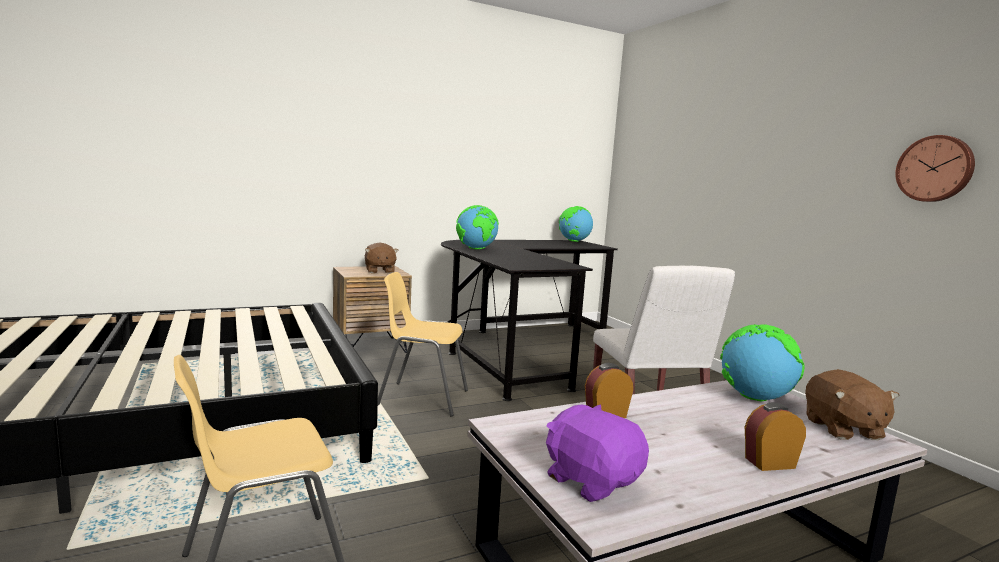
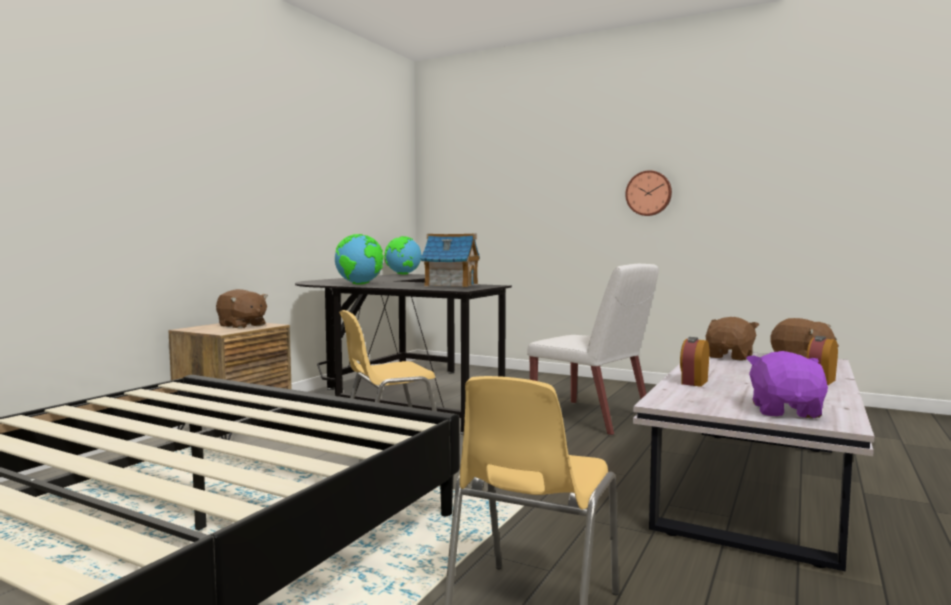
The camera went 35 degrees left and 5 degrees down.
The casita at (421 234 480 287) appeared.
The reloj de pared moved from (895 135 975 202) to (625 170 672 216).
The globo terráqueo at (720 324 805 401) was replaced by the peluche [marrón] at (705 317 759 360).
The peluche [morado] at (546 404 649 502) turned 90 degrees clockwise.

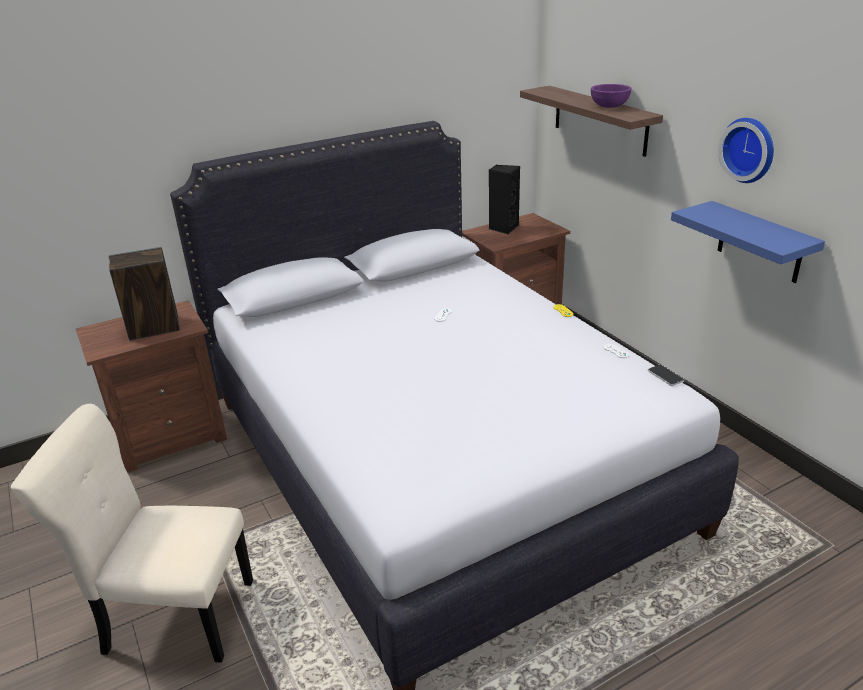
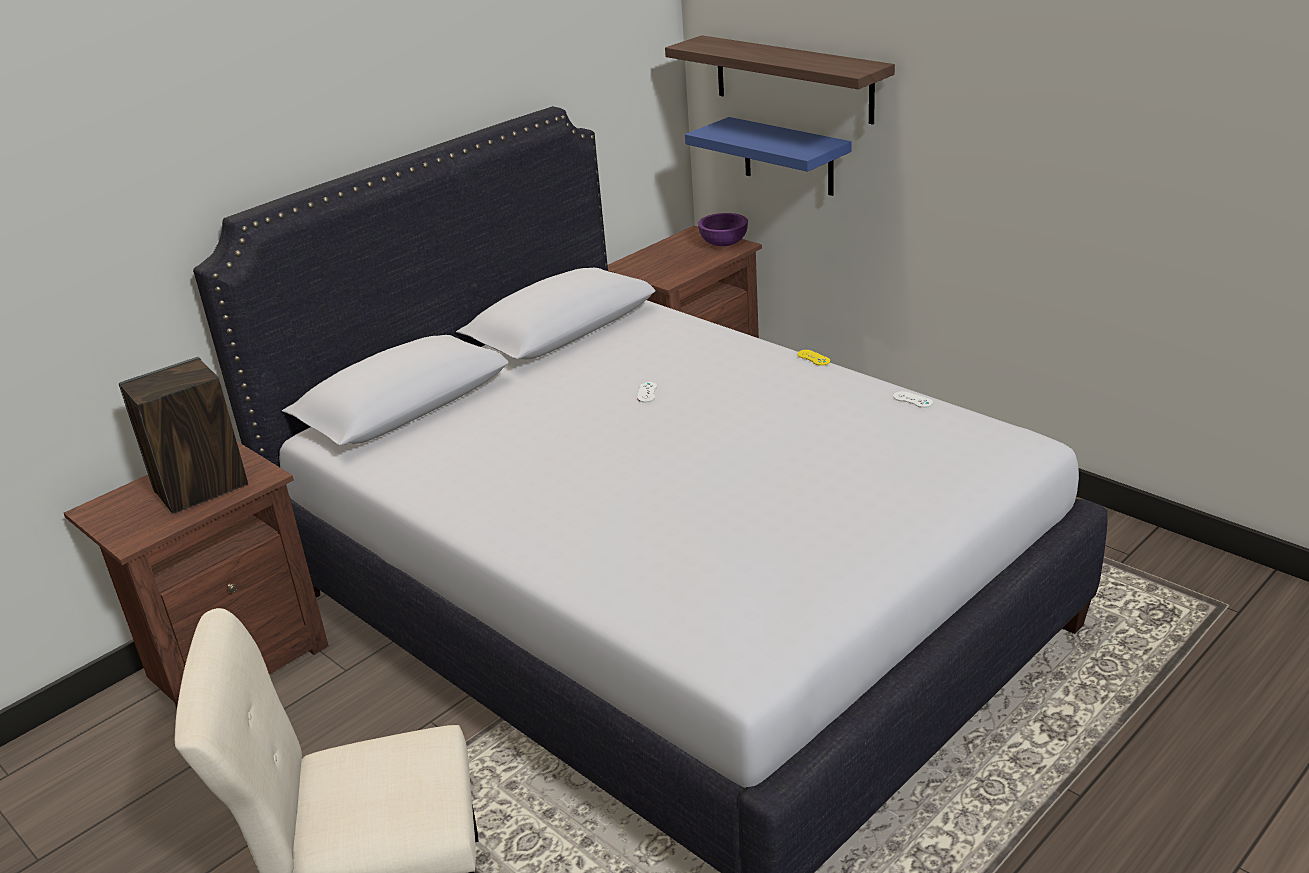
The camera went 15 degrees left and 0 degrees up.
The estante [azul] moved from (671 201 825 283) to (685 117 851 196).
The cuenco [morado] moved from (591 84 632 108) to (698 213 748 246).
The altavoz [negro] at (489 165 520 234) disappeared.
The móvil at (648 364 685 386) disappeared.
The reloj de pared at (718 118 774 183) disappeared.

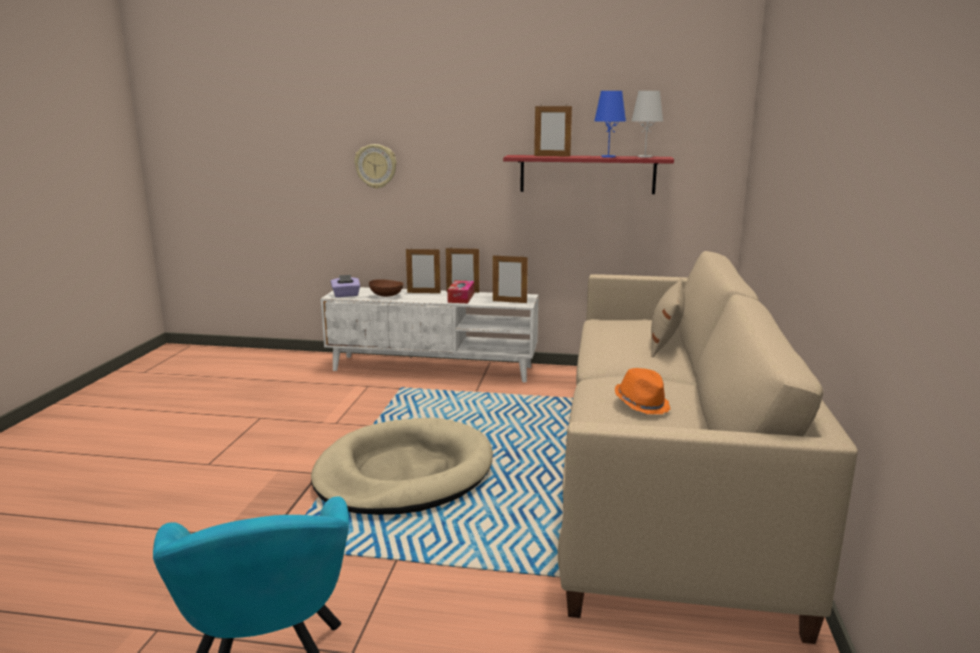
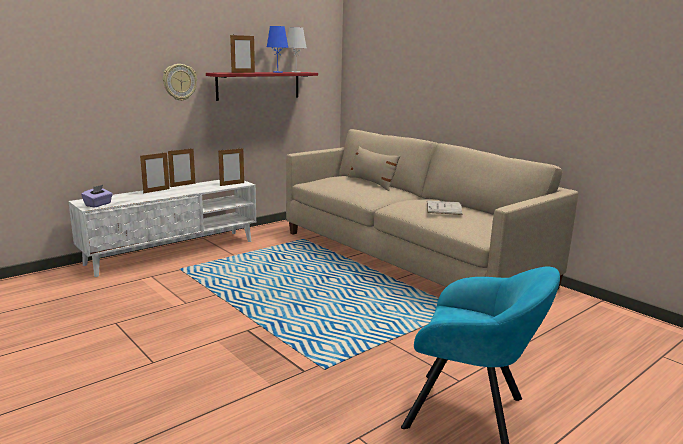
The camera went 50 degrees left and 0 degrees up.
The reloj de pared moved from (354 144 397 189) to (163 64 197 101).
The sombrero [naranja] at (615 368 670 414) was replaced by the libro [blanco] at (427 200 463 215).
The cama para perro [beis] at (311 418 493 515) disappeared.
The cuenco [marrón] at (369 279 404 297) disappeared.
The caja de pañuelos at (447 280 474 303) disappeared.

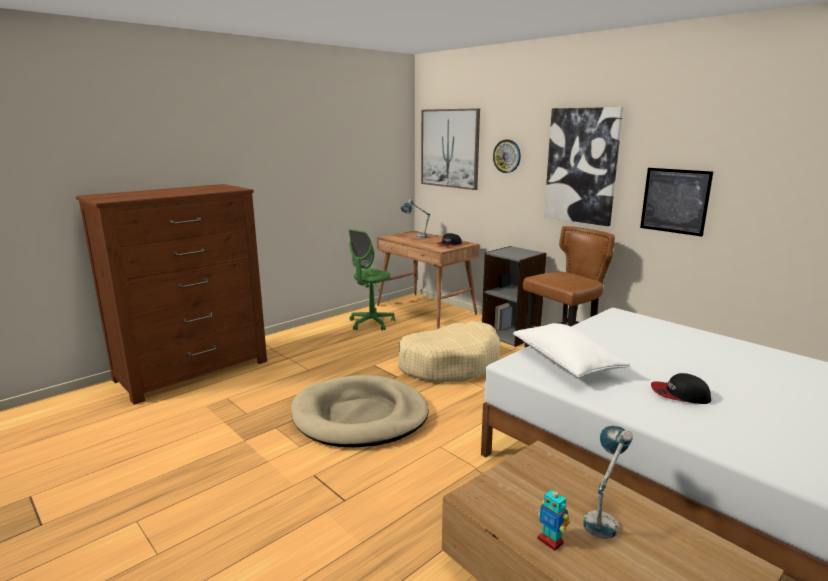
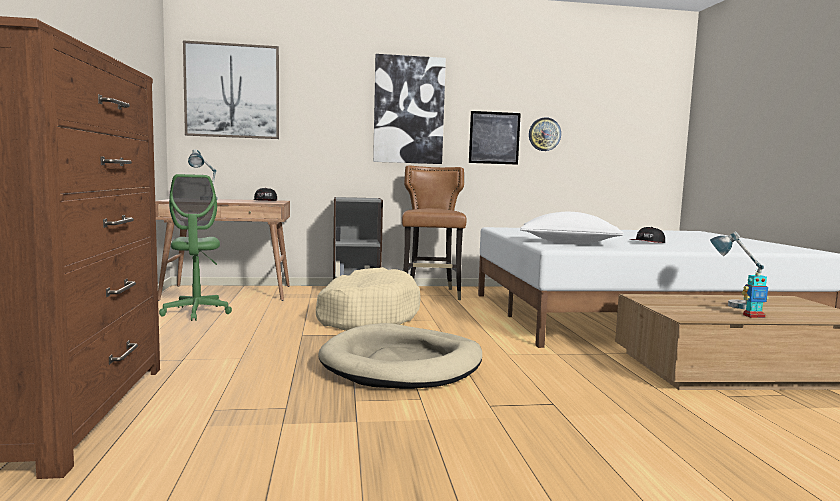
The camera went 55 degrees left and 10 degrees down.
The reloj de pared moved from (493 140 521 173) to (529 117 561 151).

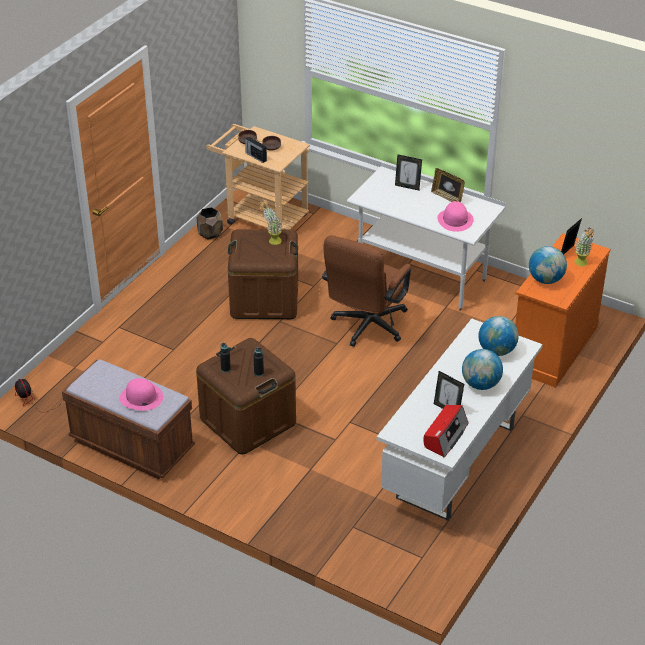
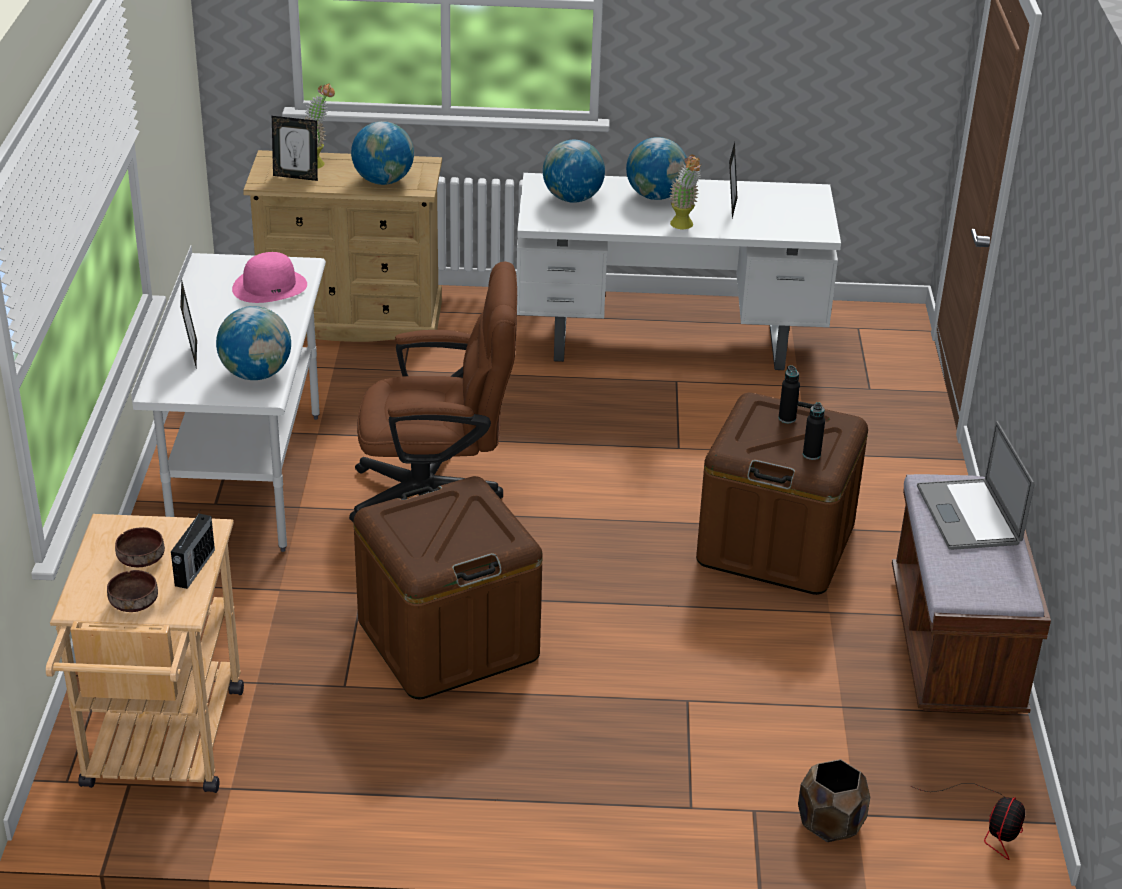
The camera went 120 degrees left and 5 degrees down.
The globo terráqueo at (216 306 291 380) appeared.
The cómoda [naranja] at (515 233 611 388) became the cómoda [beis] at (243 150 442 342).
The planta en maceta moved from (259 200 282 245) to (669 154 702 229).
The maceta [marrón] moved from (196 207 223 240) to (798 759 870 842).
The sombrero [rosa] at (120 378 163 411) was replaced by the portátil at (917 421 1034 550).
The radio at (423 405 469 458) disappeared.
The portarretratos at (431 168 465 202) disappeared.

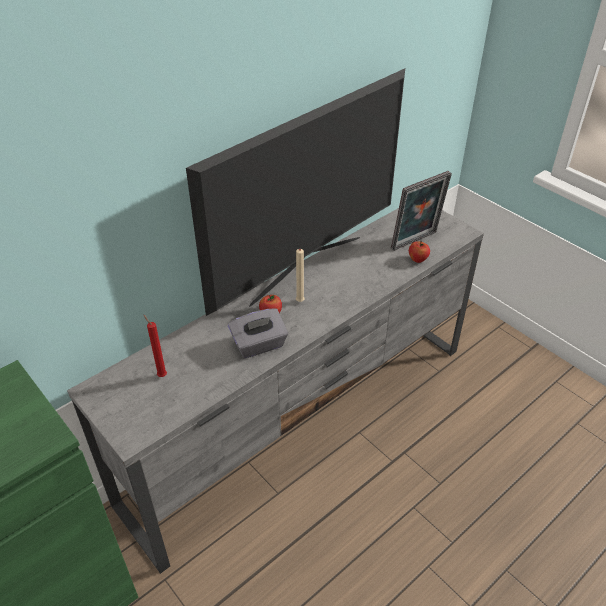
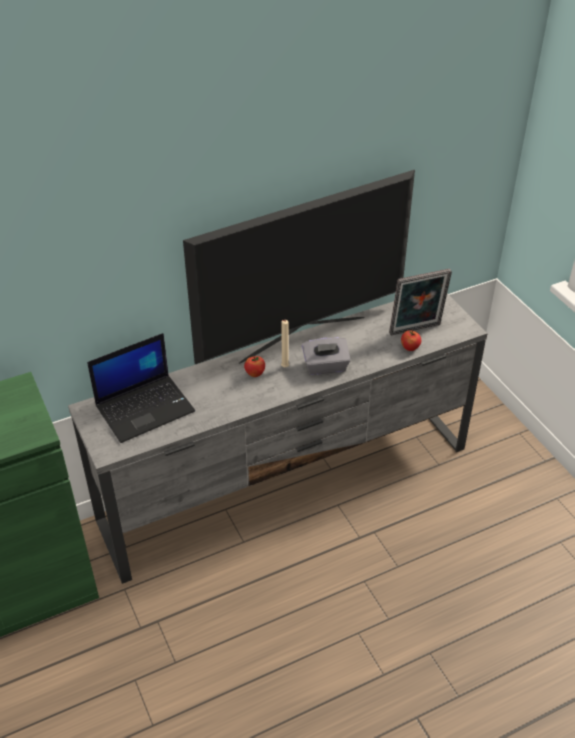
The camera went 15 degrees right and 0 degrees up.
The vela [rojo] at (144 315 167 377) was replaced by the portátil at (87 333 195 443).
The caja de pañuelos [gris] moved from (228 309 288 358) to (302 337 351 375).

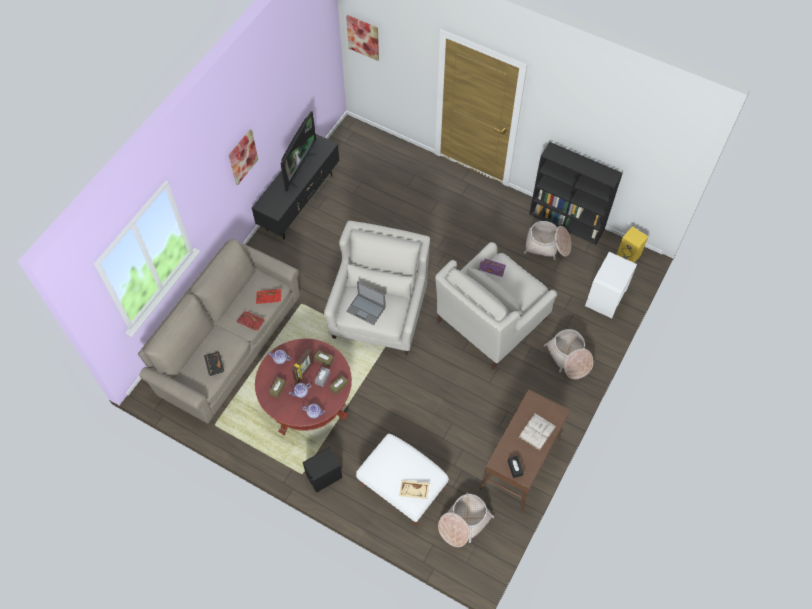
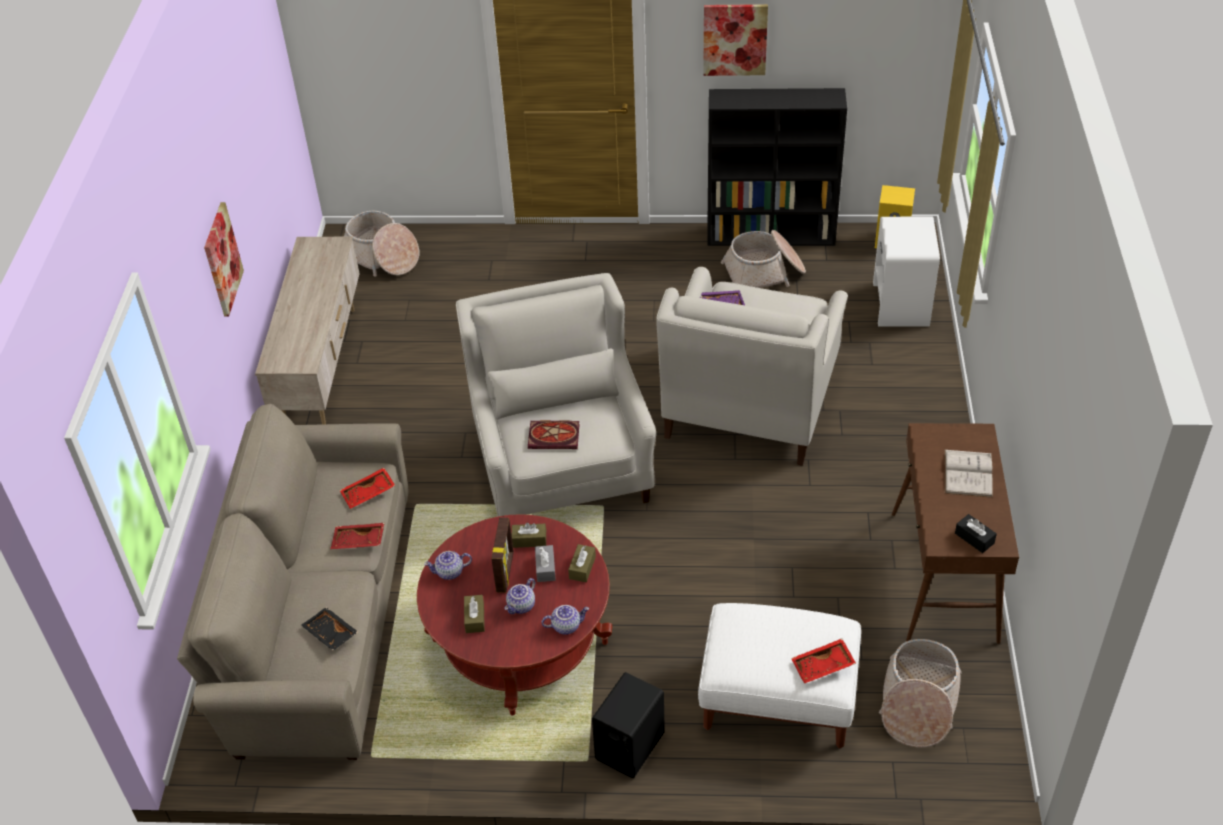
The camera went 25 degrees left and 15 degrees down.
The mueble de televisión [negro] at (251 134 339 240) became the mueble de televisión [beis] at (255 237 360 424).
The cesta moved from (544 329 593 379) to (344 211 419 277).
The portátil at (346 281 386 325) was replaced by the libro at (528 420 580 449).
The cuadro moved from (346 15 379 61) to (703 4 768 76).
The bandeja [beis] at (399 480 429 499) became the bandeja [rojo] at (791 639 856 684).
The televisor at (281 111 316 192) disappeared.

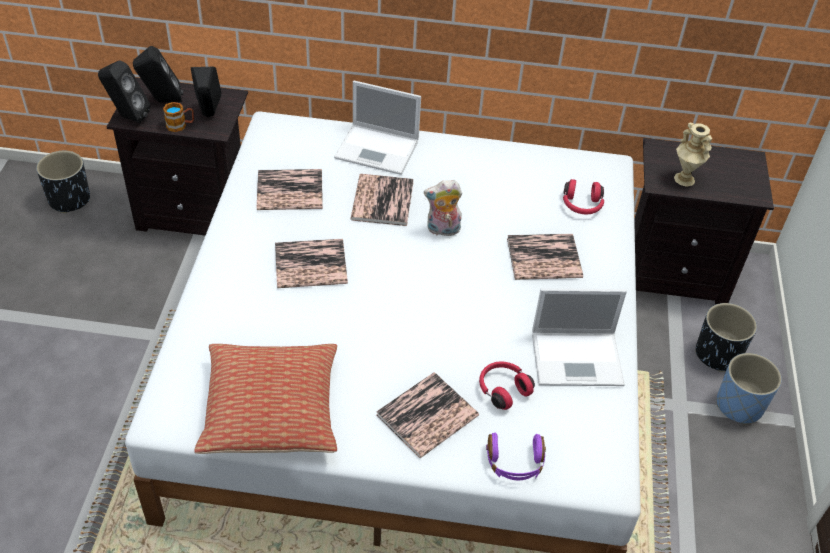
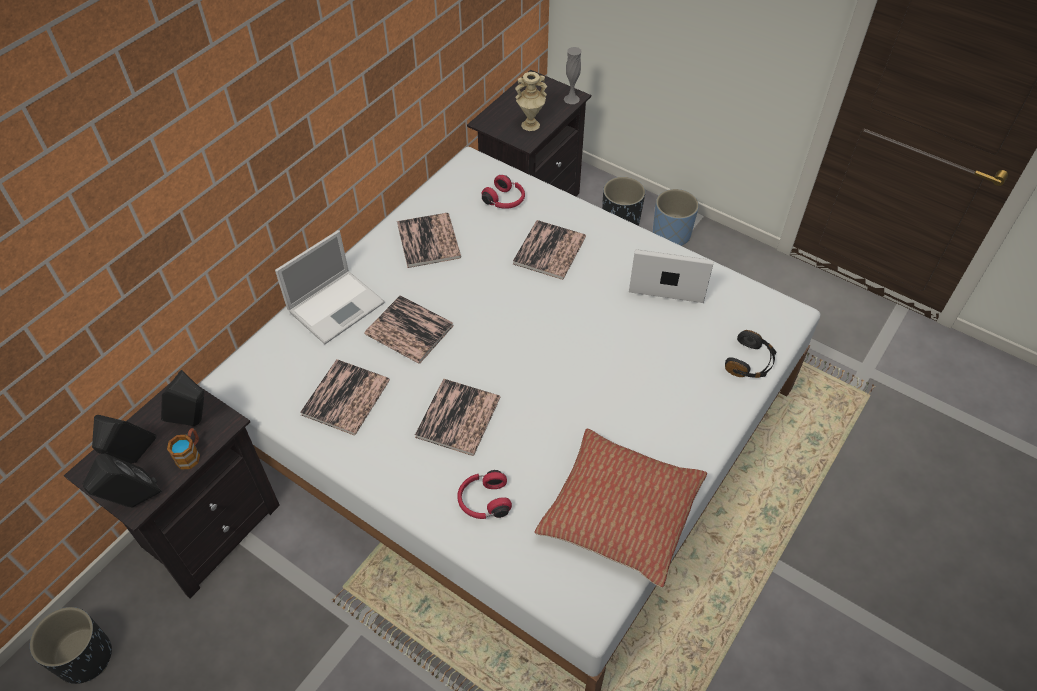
The camera went 60 degrees left and 5 degrees up.
The libro moved from (376 372 479 458) to (397 213 461 268).
The auriculares [rojo] moved from (479 361 535 410) to (457 470 512 519).
The florero [gris] at (564 47 581 104) appeared.
The portátil at (532 288 627 386) turned 105 degrees counterclockwise.
The auriculares [morado] at (486 432 546 480) became the auriculares [negro] at (725 330 776 378).
The peluche at (424 180 462 236) disappeared.

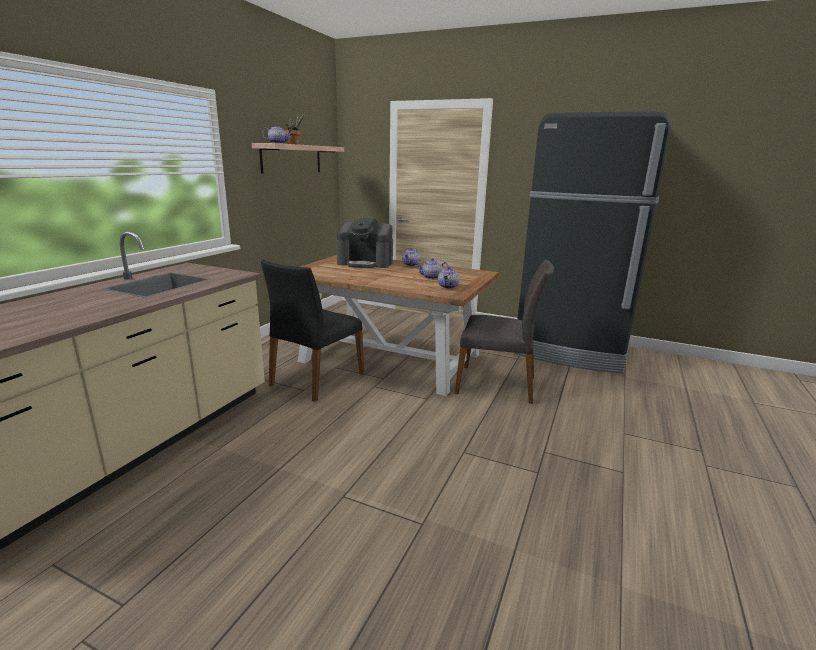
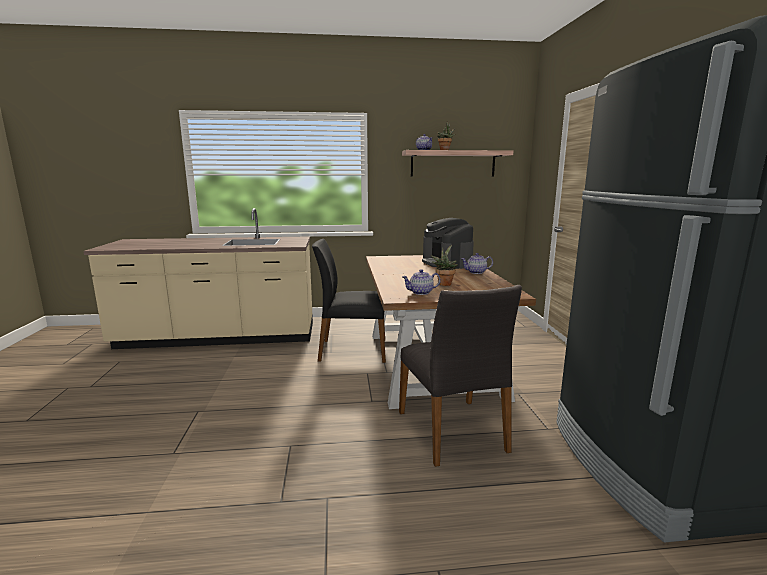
The camera went 60 degrees right and 5 degrees down.
The tetera at (416 258 448 279) was replaced by the planta en maceta at (431 245 458 286).

